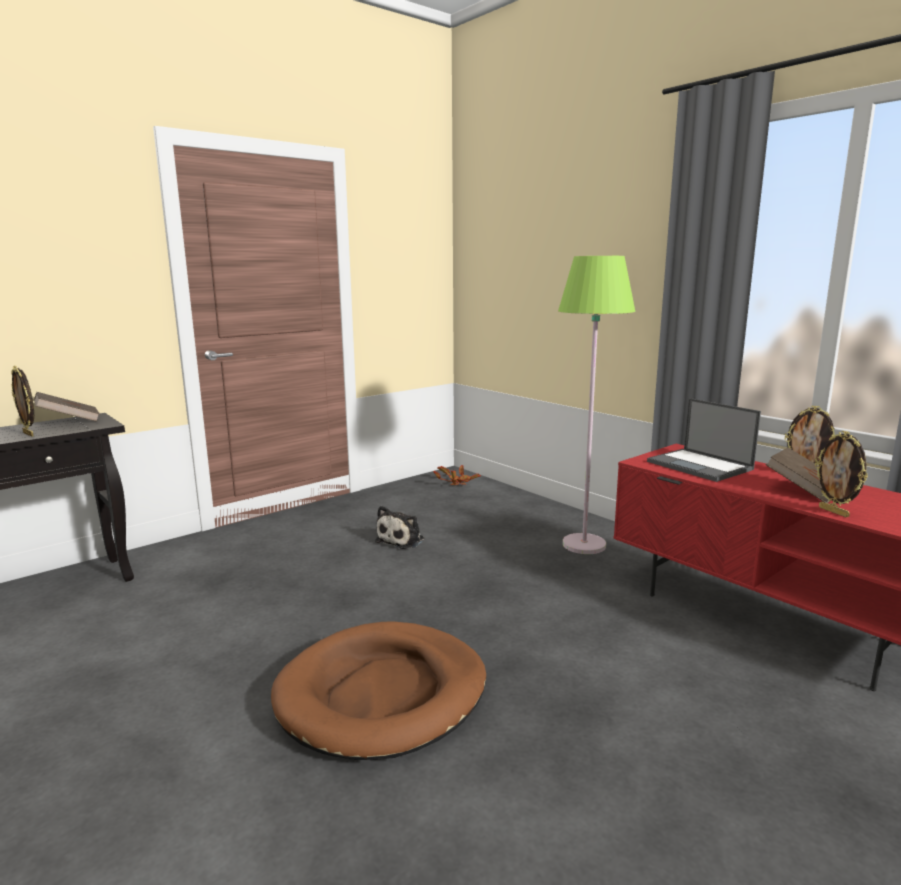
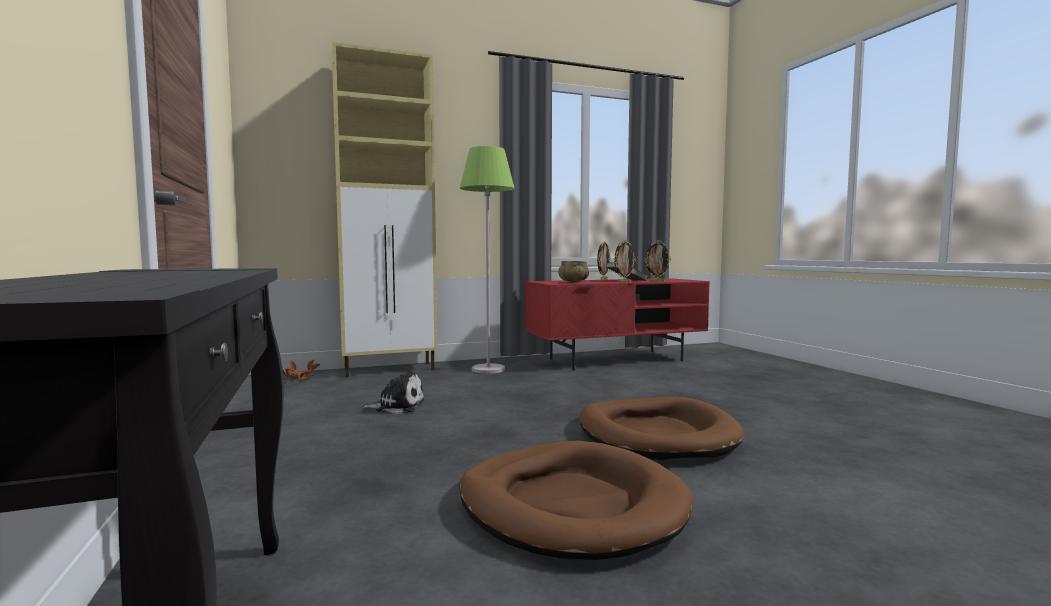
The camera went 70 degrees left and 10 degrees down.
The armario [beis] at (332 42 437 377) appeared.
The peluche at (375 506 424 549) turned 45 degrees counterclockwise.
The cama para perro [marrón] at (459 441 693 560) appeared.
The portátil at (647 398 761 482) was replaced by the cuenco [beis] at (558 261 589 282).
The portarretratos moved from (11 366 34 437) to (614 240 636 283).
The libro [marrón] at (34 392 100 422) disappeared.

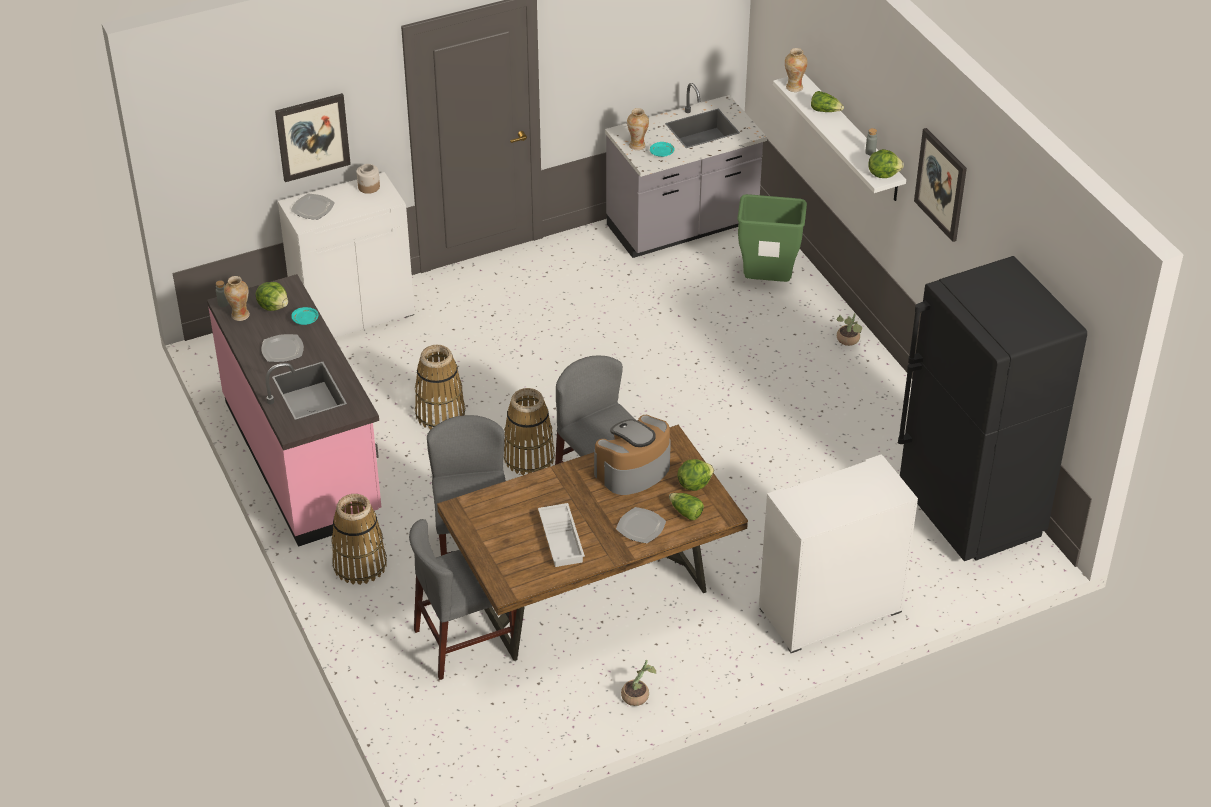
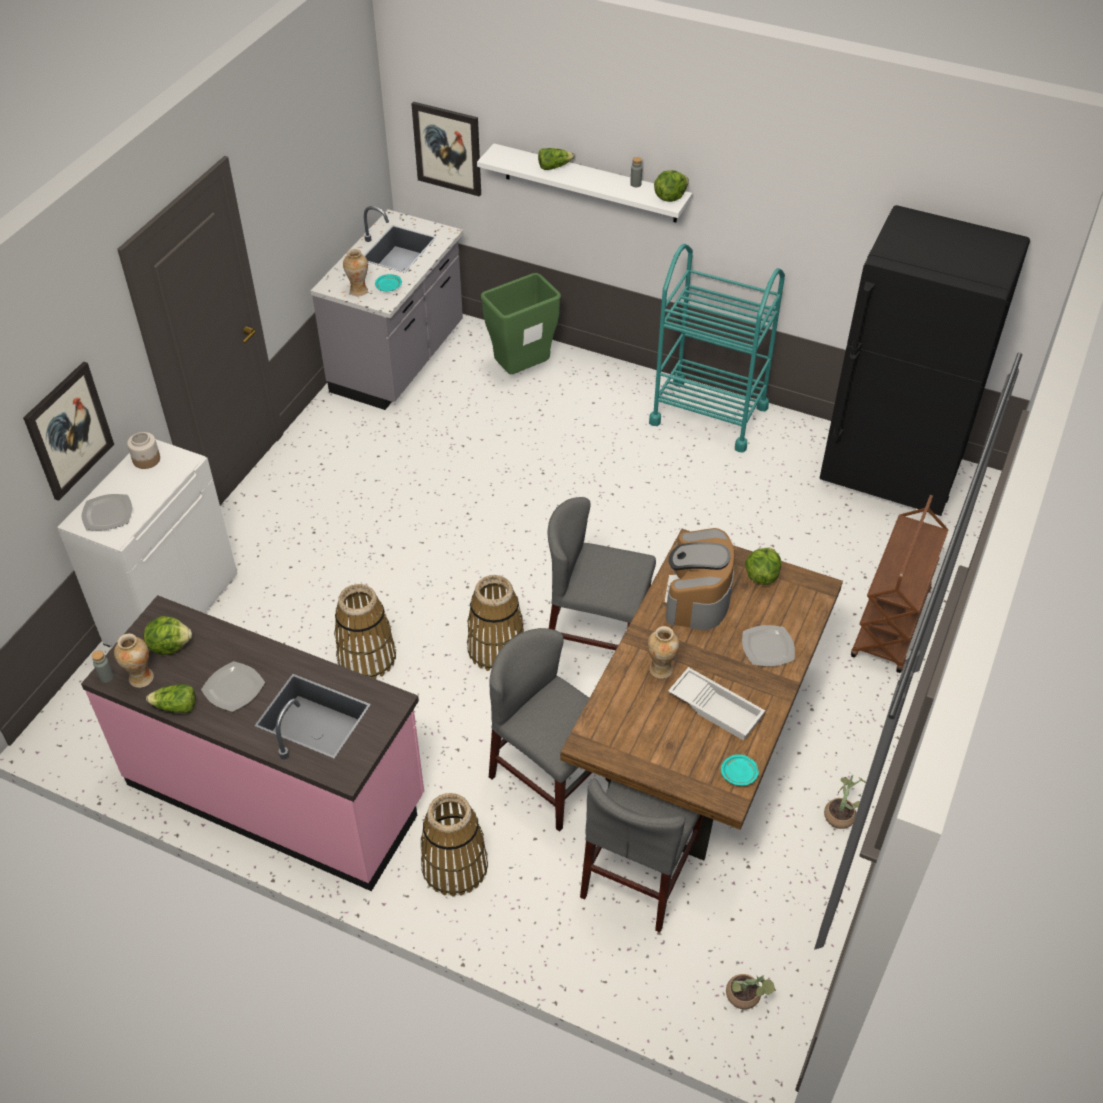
The camera went 40 degrees left and 5 degrees up.
The lechuga moved from (669 493 704 520) to (146 684 196 713).
The cuadro moved from (914 128 967 242) to (411 102 481 197).
The florero moved from (785 48 808 92) to (647 626 679 679).
The carrito [turquesa] at (649 244 785 453) appeared.
The plato [turquesa] moved from (291 307 318 325) to (721 754 759 786).
The planta en maceta moved from (837 313 862 346) to (726 974 776 1009).
The armario [blanco] at (759 454 918 653) was replaced by the carrito [marrón] at (851 495 948 673).

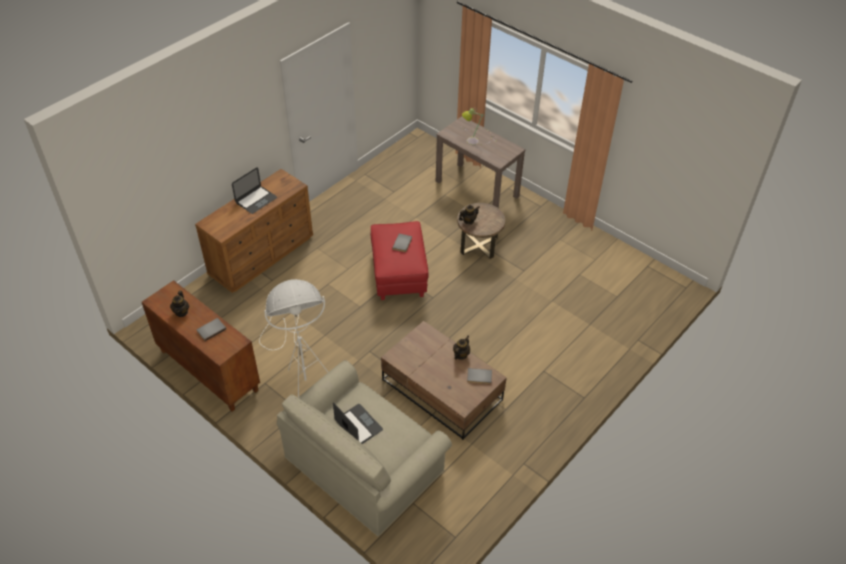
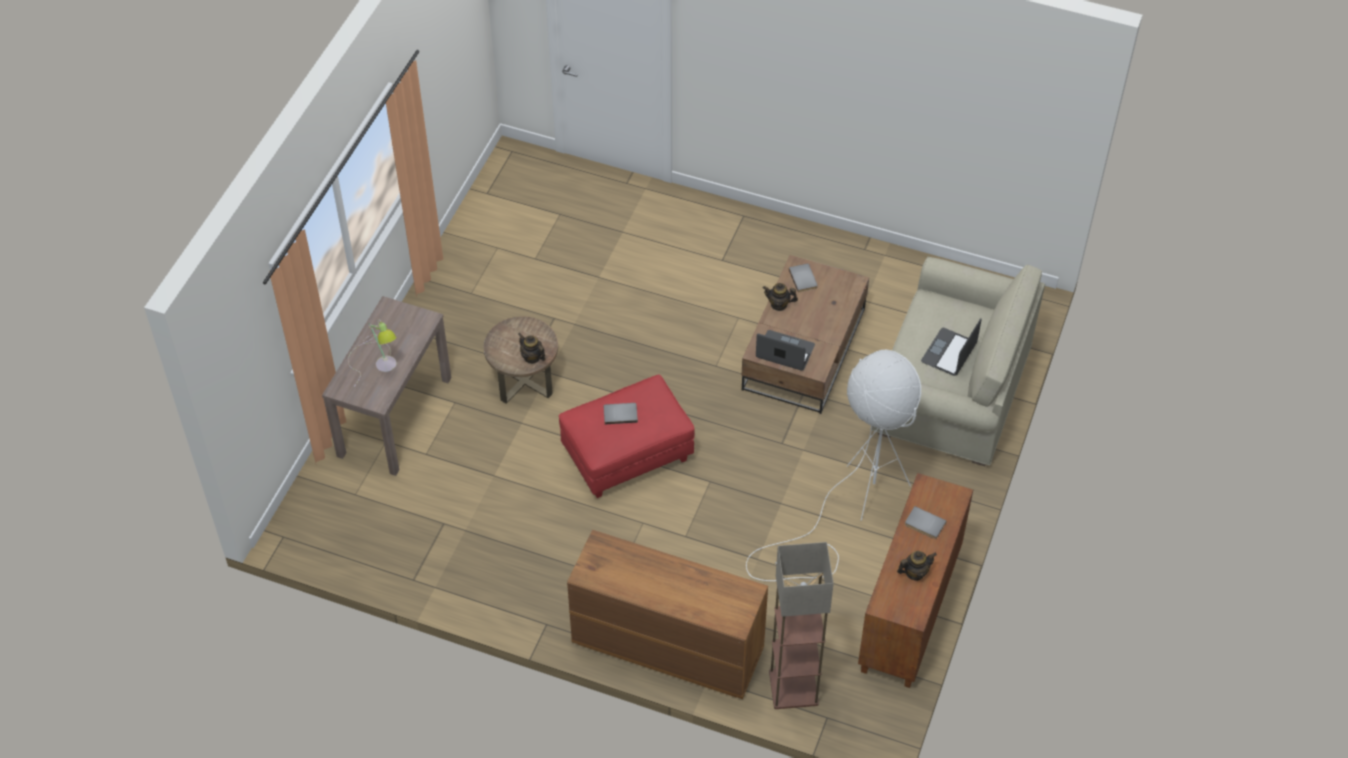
The camera went 110 degrees left and 5 degrees up.
The portátil moved from (232 167 277 214) to (756 330 815 371).
The lámpara de pie at (769 542 834 709) appeared.

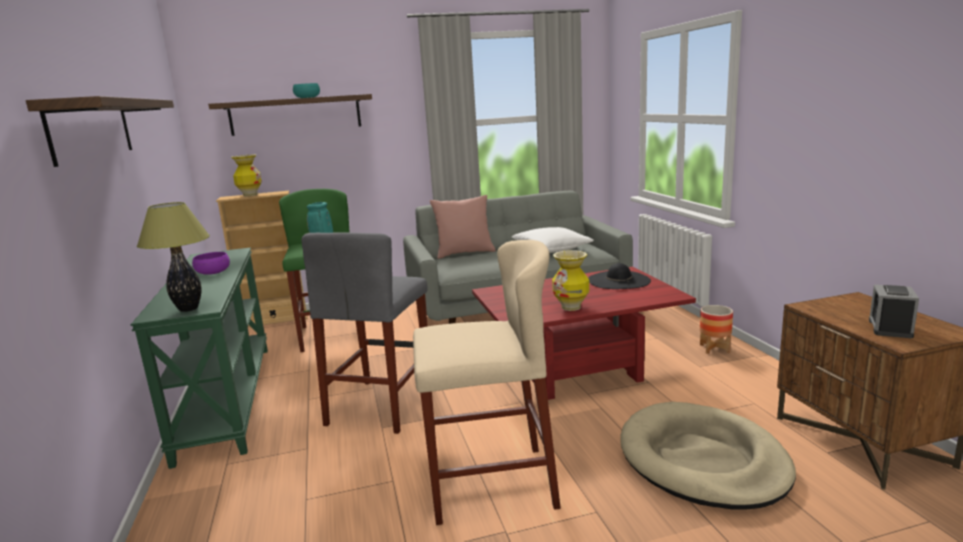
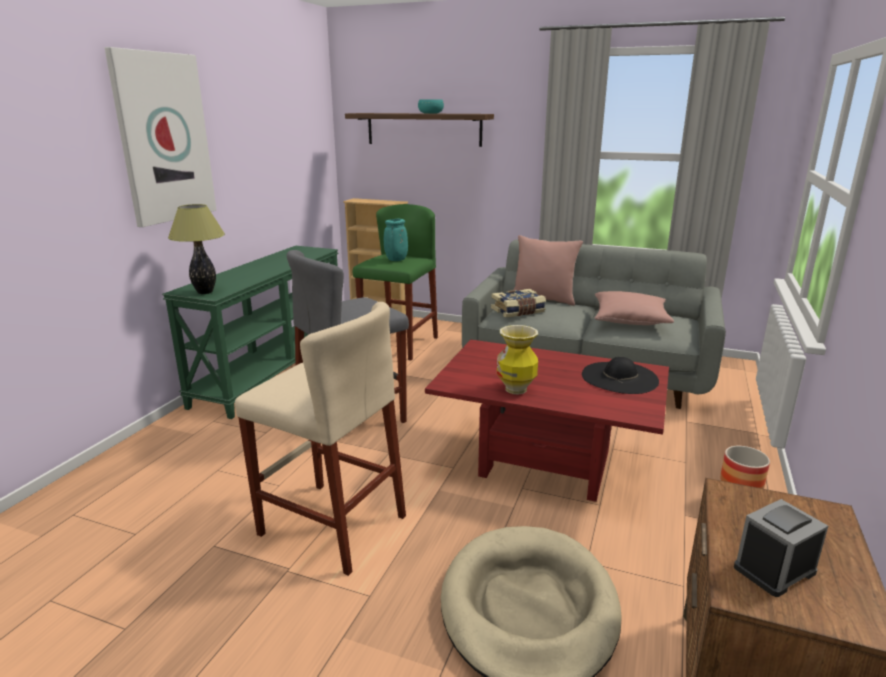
The camera went 35 degrees right and 5 degrees up.
The estante at (26 96 174 167) was replaced by the cuadro at (105 47 216 227).
The libro at (491 289 546 318) appeared.
The cojín [blanco] at (512 227 594 253) became the cojín [rosa] at (595 291 674 325).
The cuenco [morado] at (192 252 230 275) disappeared.
The florero at (231 155 262 196) disappeared.

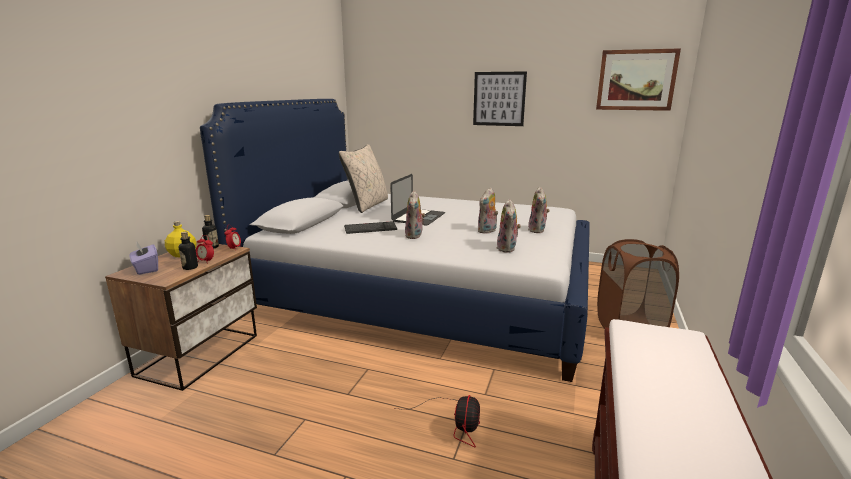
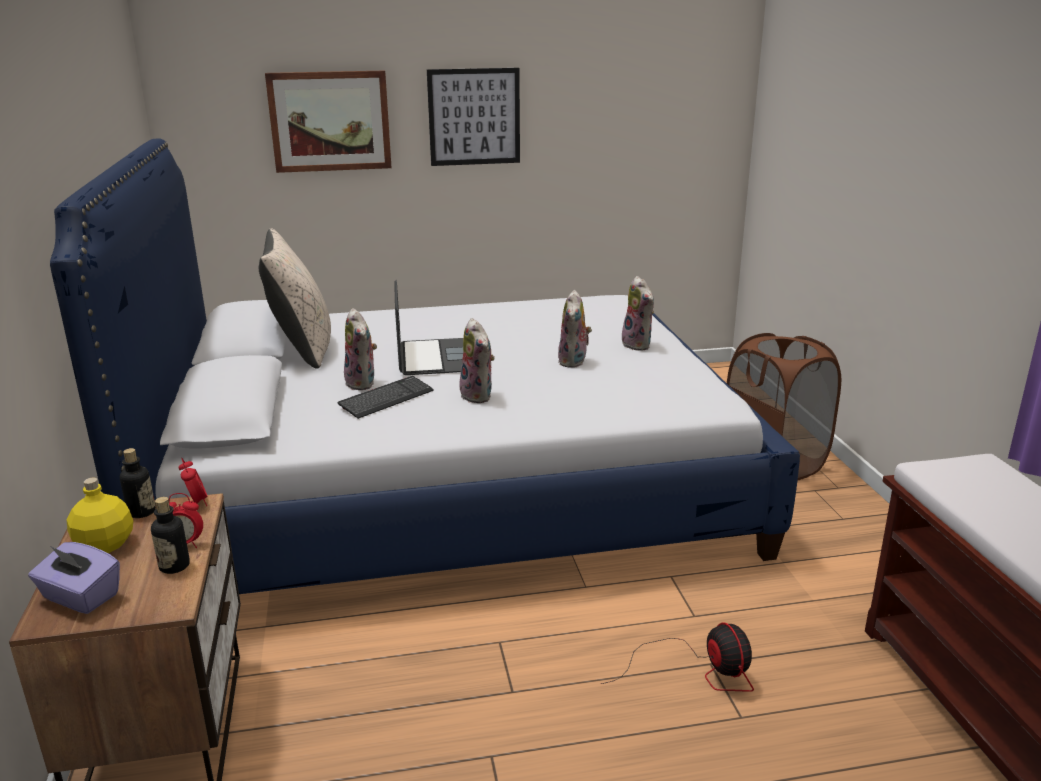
The camera went 30 degrees left and 5 degrees up.
The cuadro moved from (596 48 681 111) to (265 71 392 173).
The peluche moved from (497 199 521 253) to (344 308 377 390).

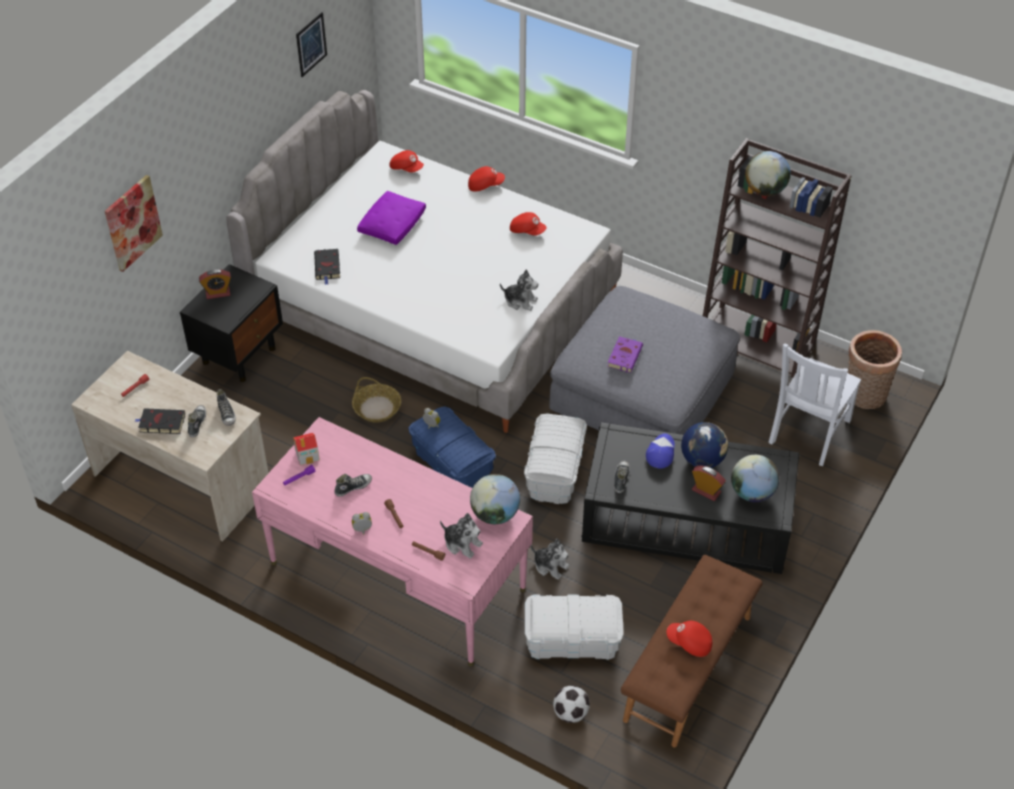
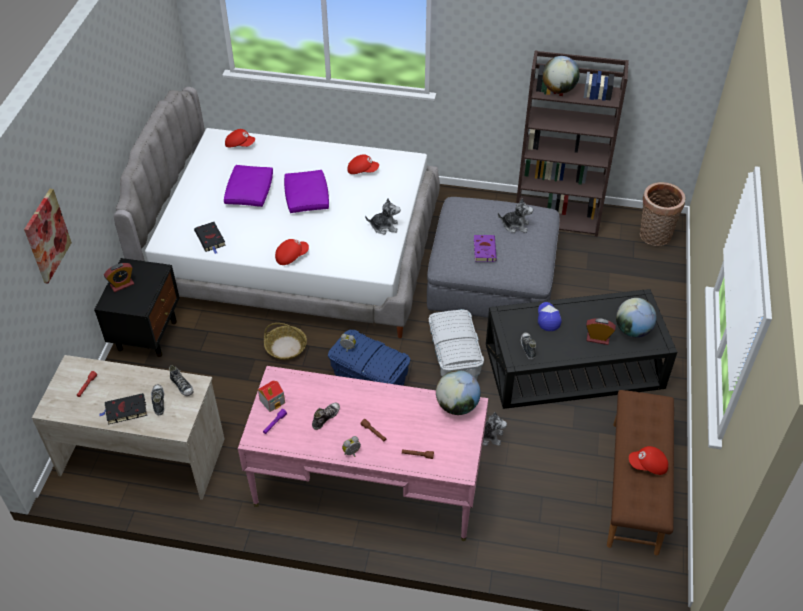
The camera went 20 degrees left and 0 degrees up.
The gorra [rojo] moved from (468 166 505 192) to (275 239 309 265).
The cojín [morado] at (284 170 329 213) appeared.
The peluche moved from (440 513 483 559) to (498 198 533 233).
The cuadro at (296 12 327 77) disappeared.
The caja de almacenaje [blanco] at (525 594 624 660) disappeared.
The balón de fútbol at (553 685 590 723) disappeared.
The globo terráqueo at (681 422 728 468) disappeared.
The silla [blanco] at (769 343 861 466) disappeared.

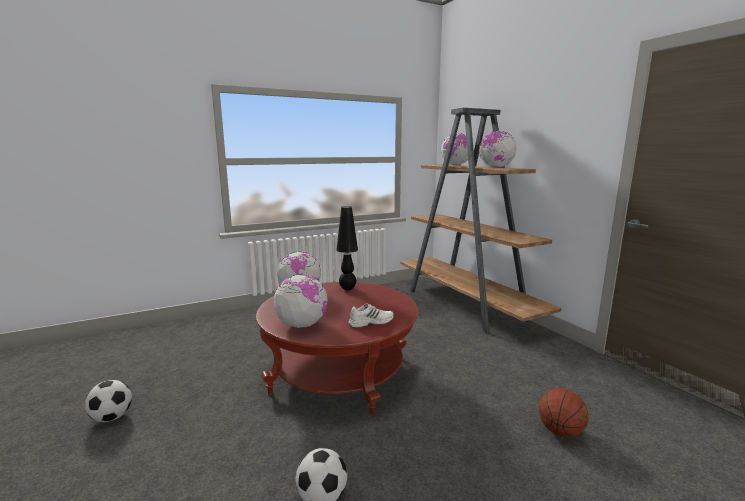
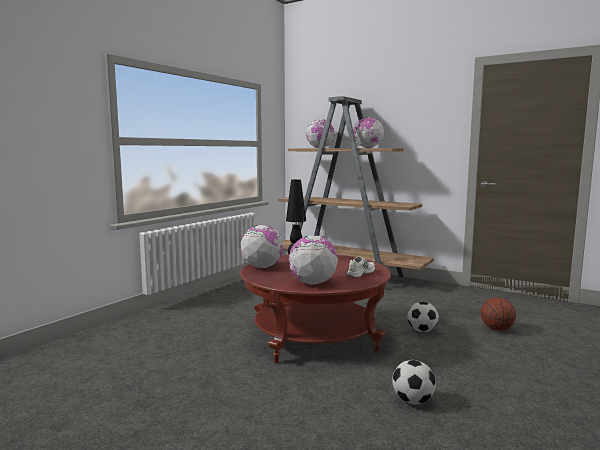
The camera went 30 degrees left and 5 degrees down.
The balón de fútbol moved from (85 380 132 422) to (407 302 439 332).

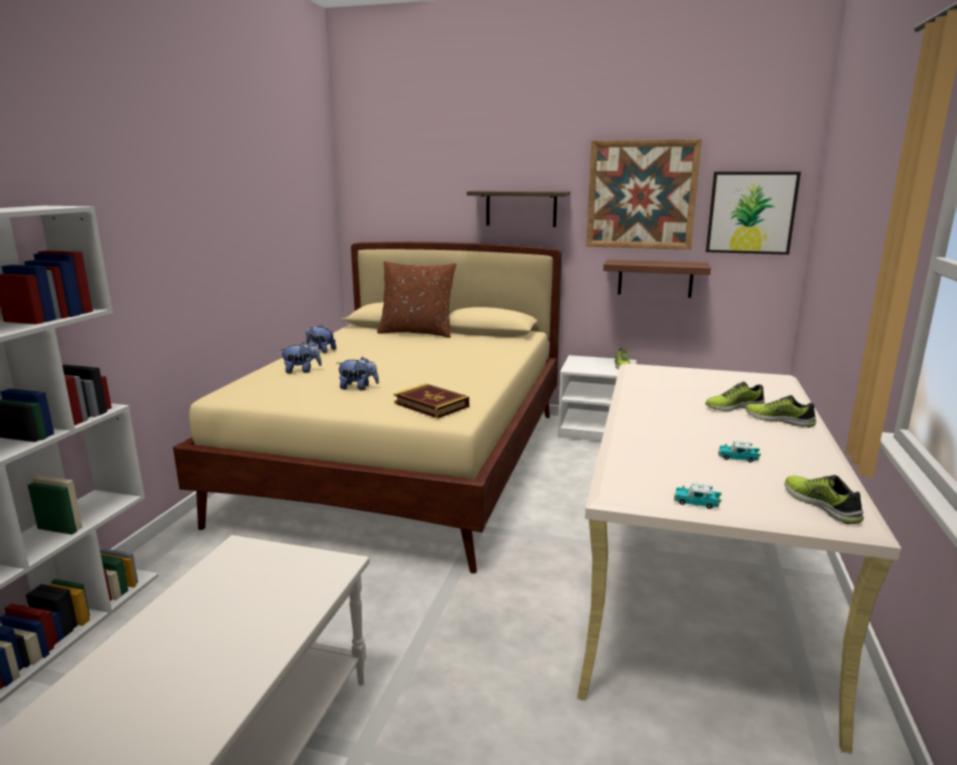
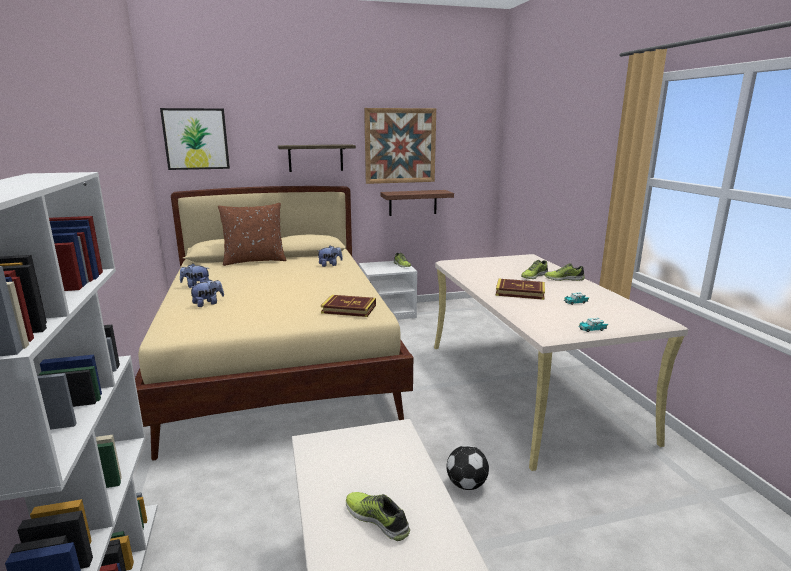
The camera went 30 degrees left and 0 degrees up.
The cuadro moved from (706 172 801 255) to (160 108 230 170).
The peluche moved from (337 357 379 391) to (318 246 343 267).
The zapato moved from (784 475 864 524) to (346 492 410 541).
The balón de fútbol at (447 445 489 490) appeared.
The libro at (496 279 545 300) appeared.

